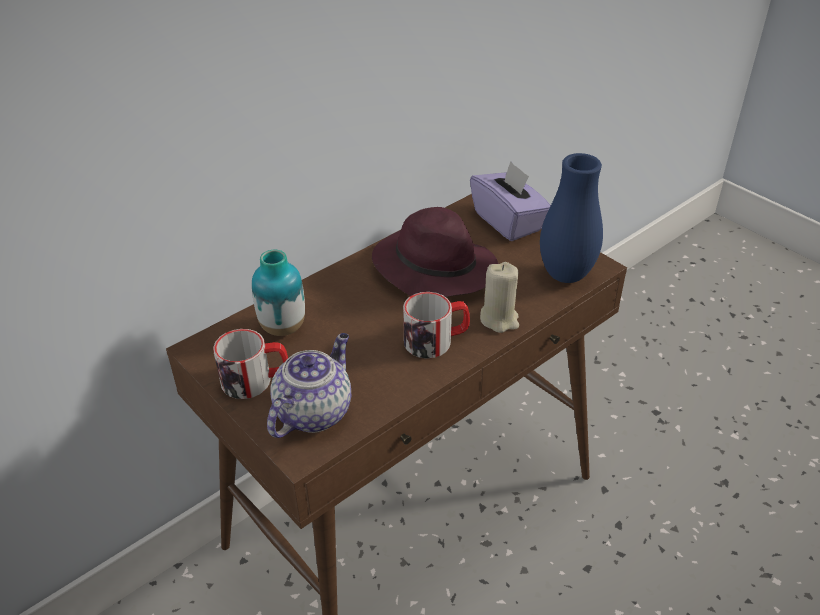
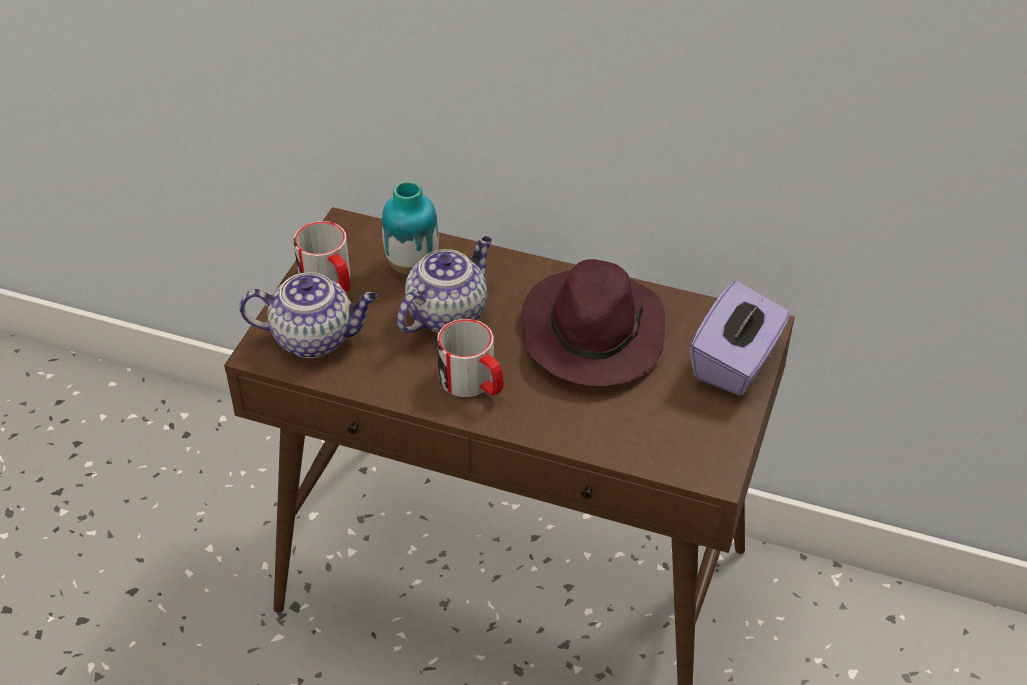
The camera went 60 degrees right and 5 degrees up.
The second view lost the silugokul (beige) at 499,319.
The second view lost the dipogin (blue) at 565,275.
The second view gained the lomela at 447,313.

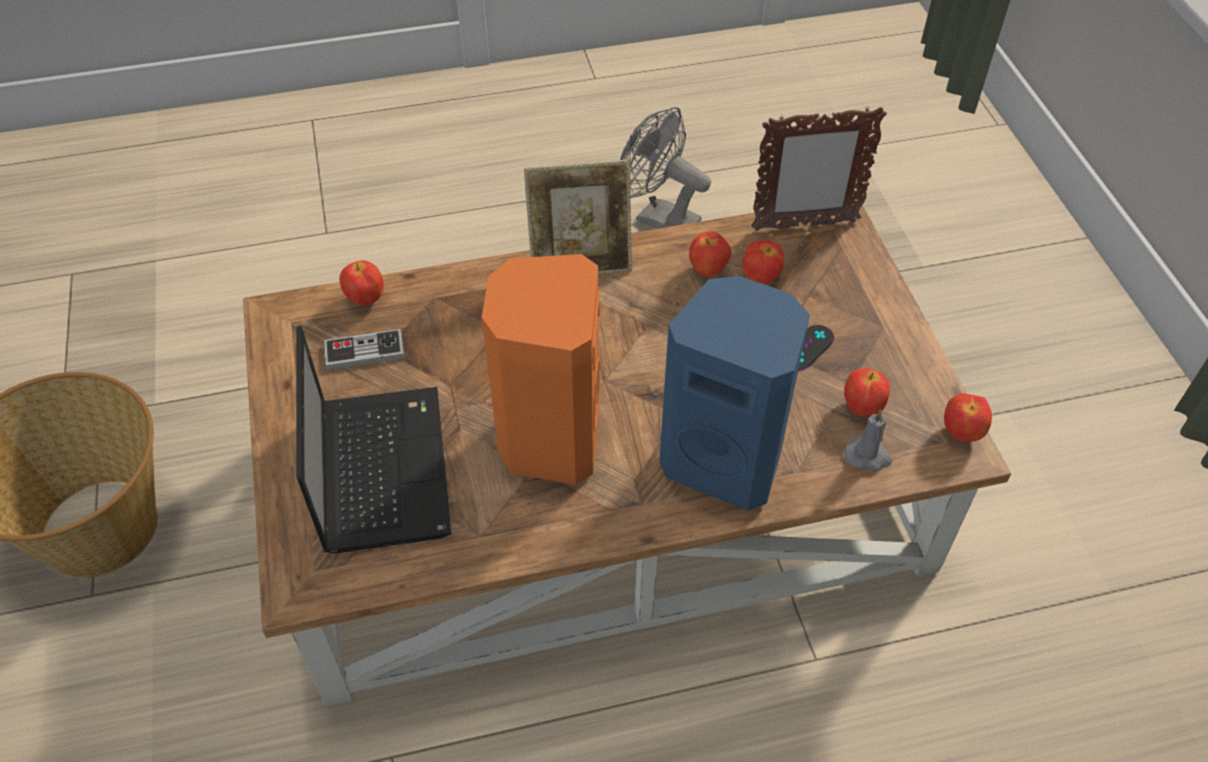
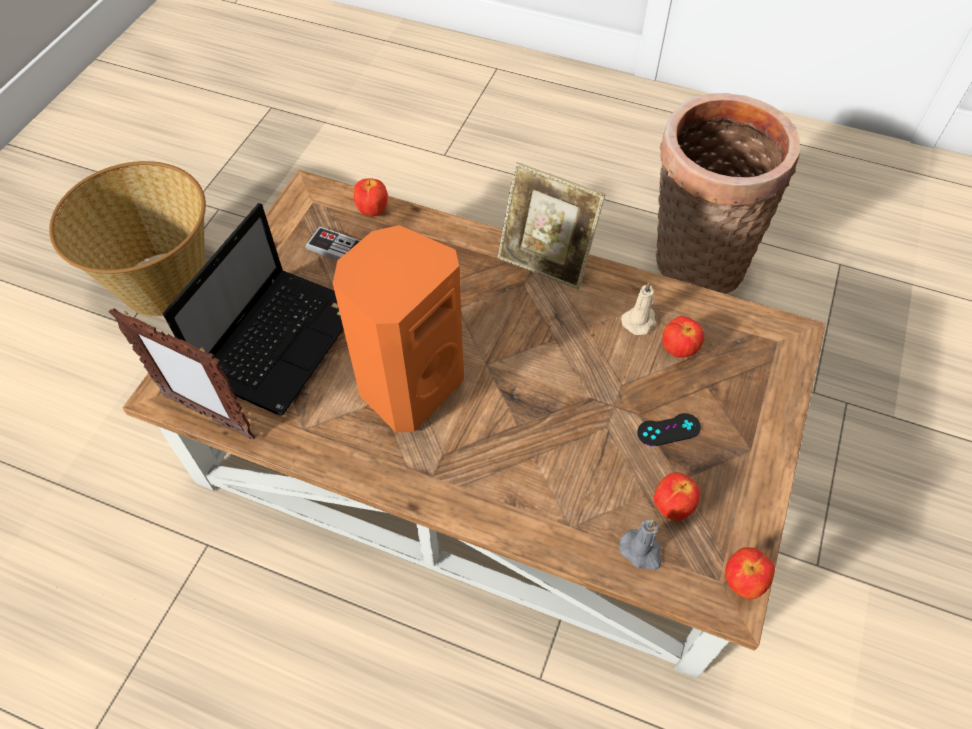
The camera went 35 degrees right and 5 degrees up.
Where the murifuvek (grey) stood at 659,218, the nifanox came to stand at 693,261.
The second view lost the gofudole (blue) at 724,460.
Where the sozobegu stood at 708,270, the silugokul (beige) came to stand at 640,321.
The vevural ended up elsewhere, having gone from 804,225 to 208,416.

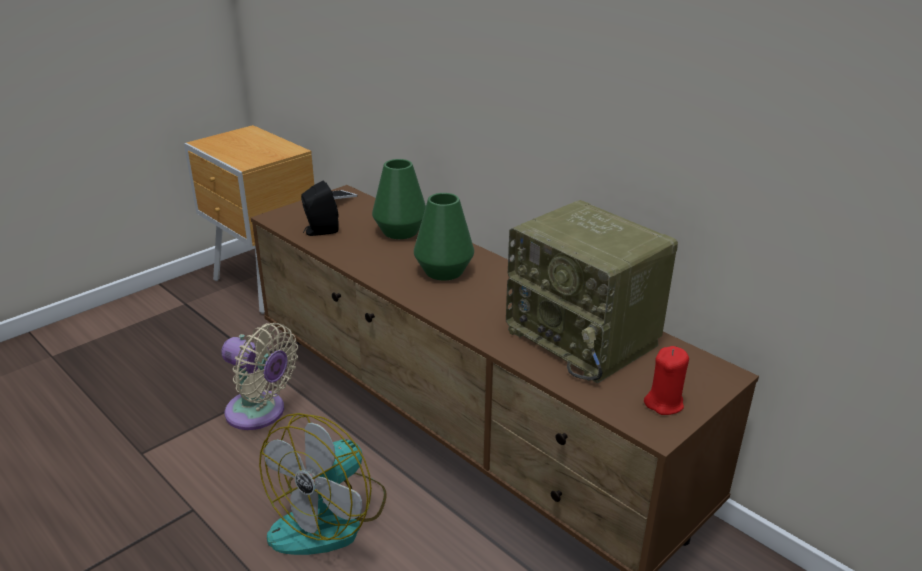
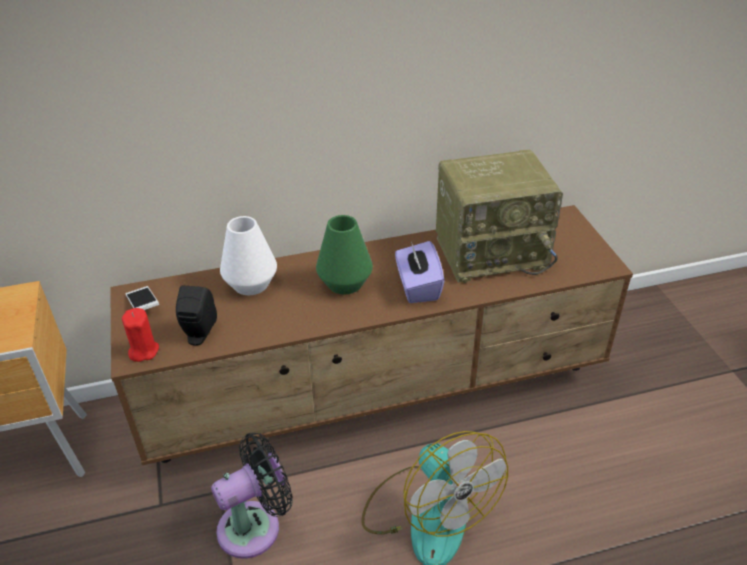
The camera went 60 degrees left and 10 degrees up.
What was the murifuvek (beige) at 260,413 turned into the murifuvek (black) at 255,526.
What was the dipogin (green) at 400,231 turned into the dipogin (white) at 251,284.
The silugokul (red) ended up elsewhere, having gone from 664,403 to 143,351.
The second view gained the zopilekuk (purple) at 417,286.

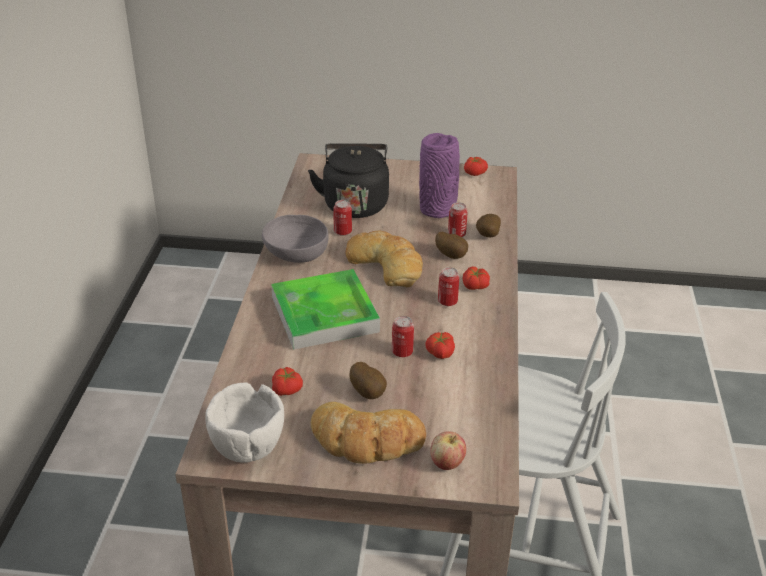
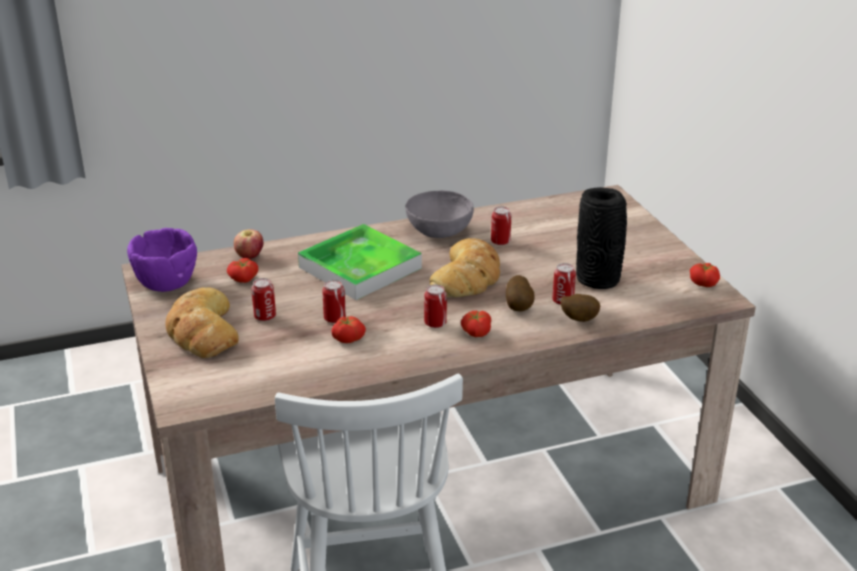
The camera went 65 degrees right and 5 degrees down.
What was the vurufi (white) at 247,446 turned into the vurufi (purple) at 165,282.
The second view lost the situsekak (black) at 355,203.
Where the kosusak stood at 368,392, the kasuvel came to stand at 265,316.
What was the dipogin (purple) at 438,209 turned into the dipogin (black) at 599,280.
The sozobegu ended up elsewhere, having gone from 447,463 to 249,256.

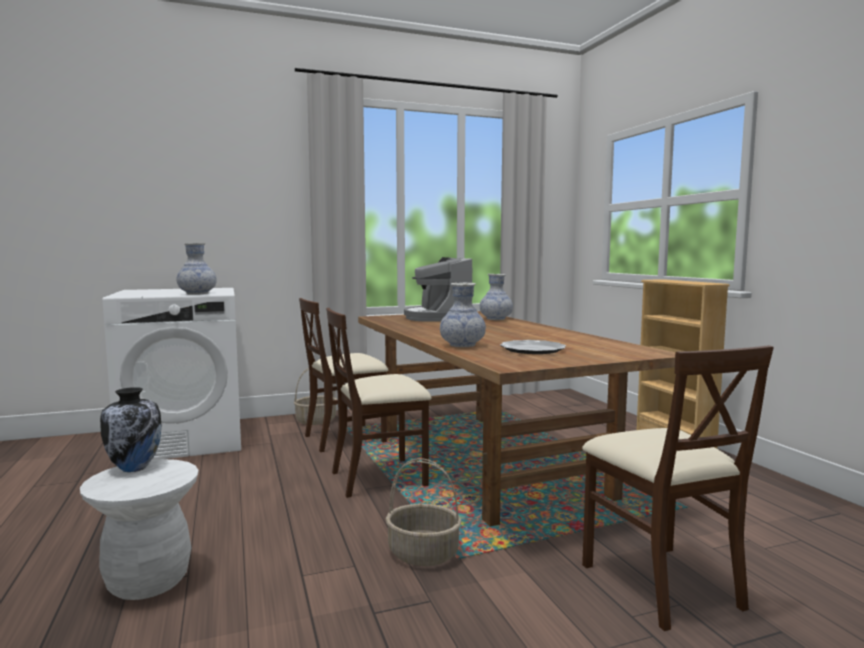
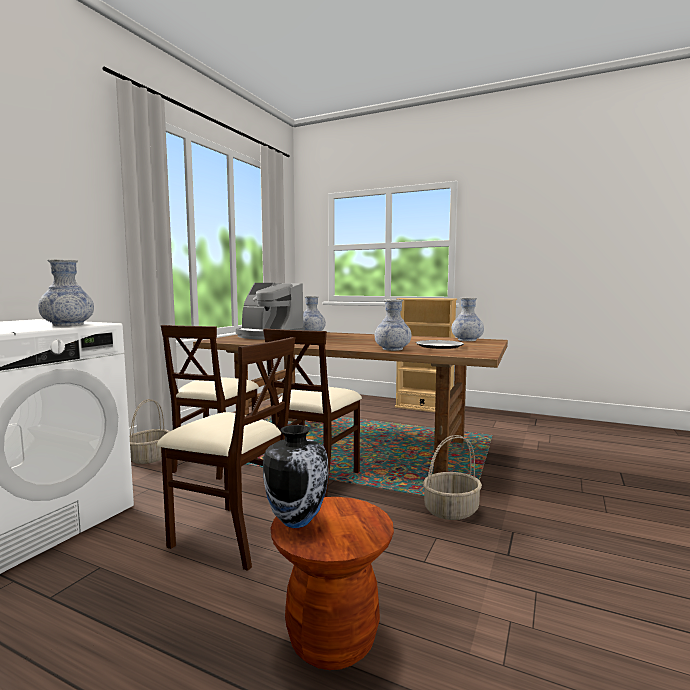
The camera went 45 degrees left and 0 degrees up.
What was the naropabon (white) at 148,581 turned into the naropabon (brown) at 332,640.
The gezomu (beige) ended up elsewhere, having gone from 660,583 to 233,536.
The second view gained the dipogin at 467,340.

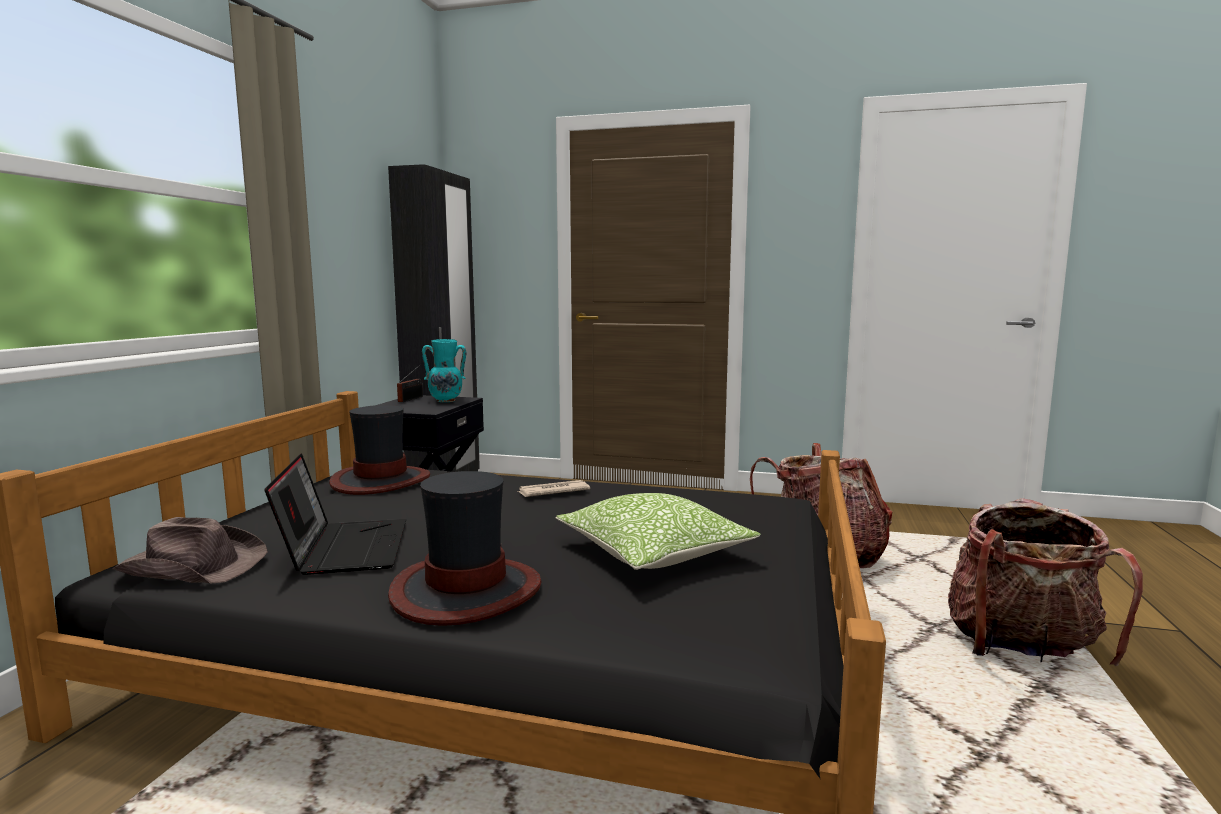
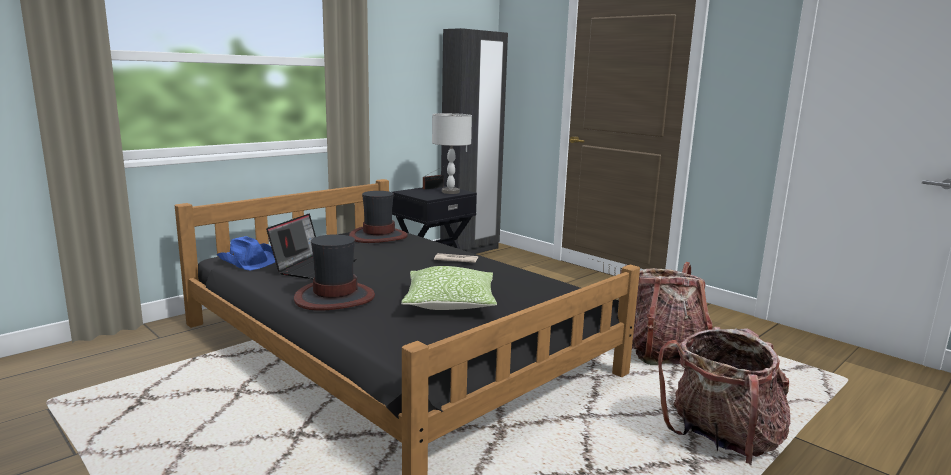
The camera went 30 degrees right and 5 degrees up.
What was the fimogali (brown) at 192,565 turned into the fimogali (blue) at 248,261.
Where the dipogin (turquoise) stood at 446,401, the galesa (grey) came to stand at 450,192.

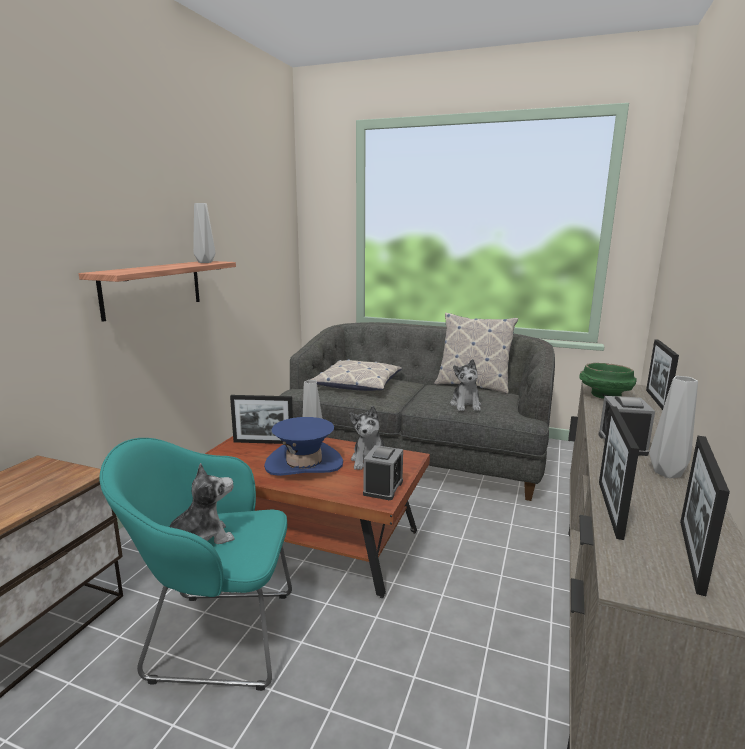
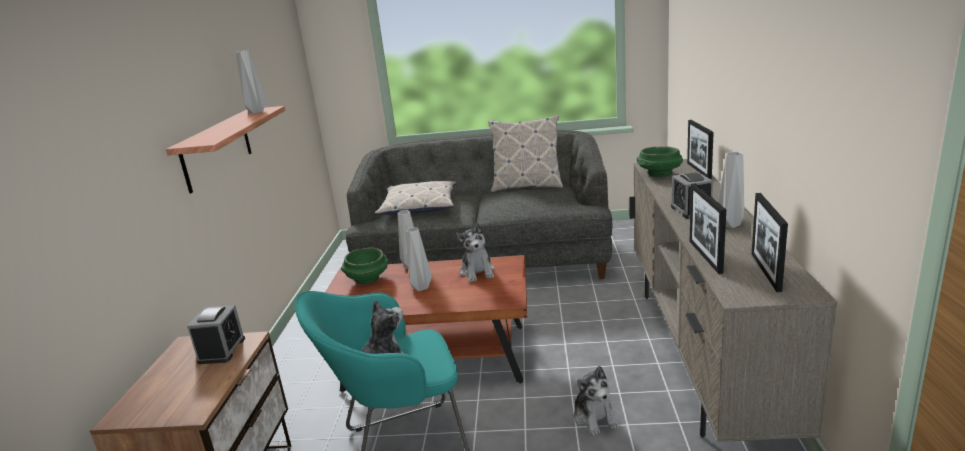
The camera went 15 degrees left and 5 degrees up.
Where the vevural stood at 263,442, the vurufi (green) came to stand at 368,279.
Where the fimogali (blue) stood at 304,463, the dipogin (grey) came to stand at 421,288.
The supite ended up elsewhere, having gone from 383,488 to 222,350.
The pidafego ended up elsewhere, having gone from 466,405 to 595,418.

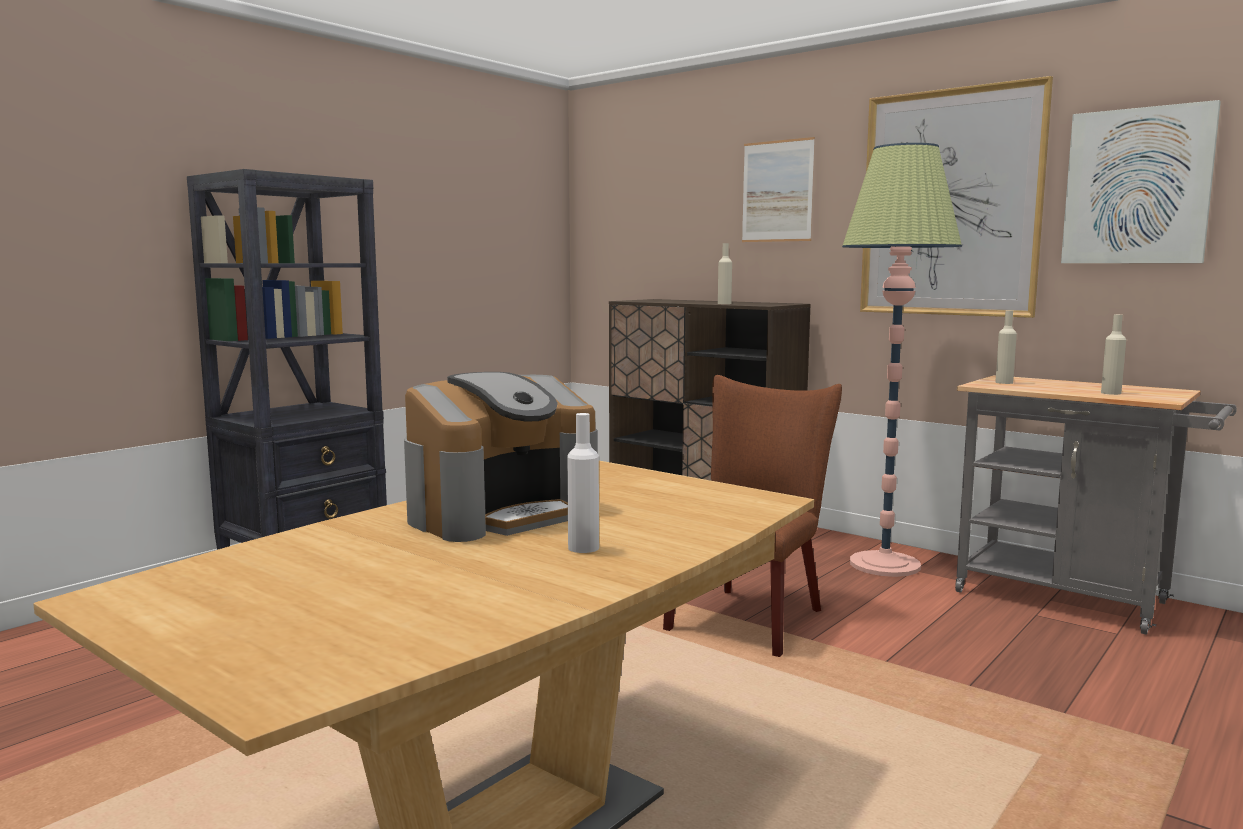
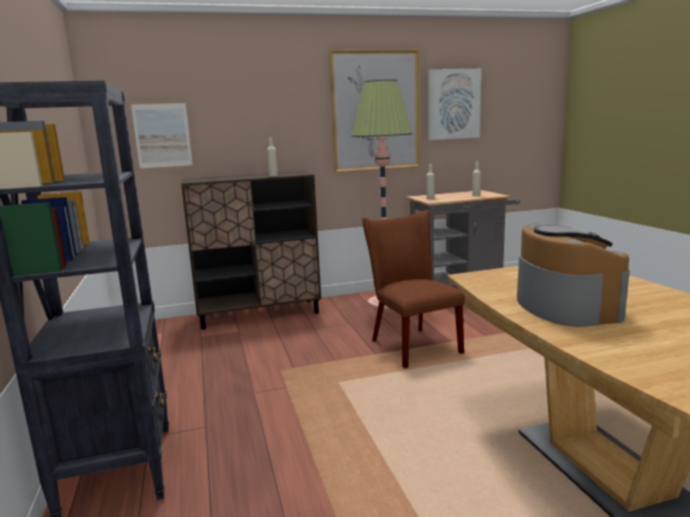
The camera went 55 degrees left and 5 degrees up.
The second view lost the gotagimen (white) at 583,548.
The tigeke ended up elsewhere, having gone from 777,191 to 162,135.

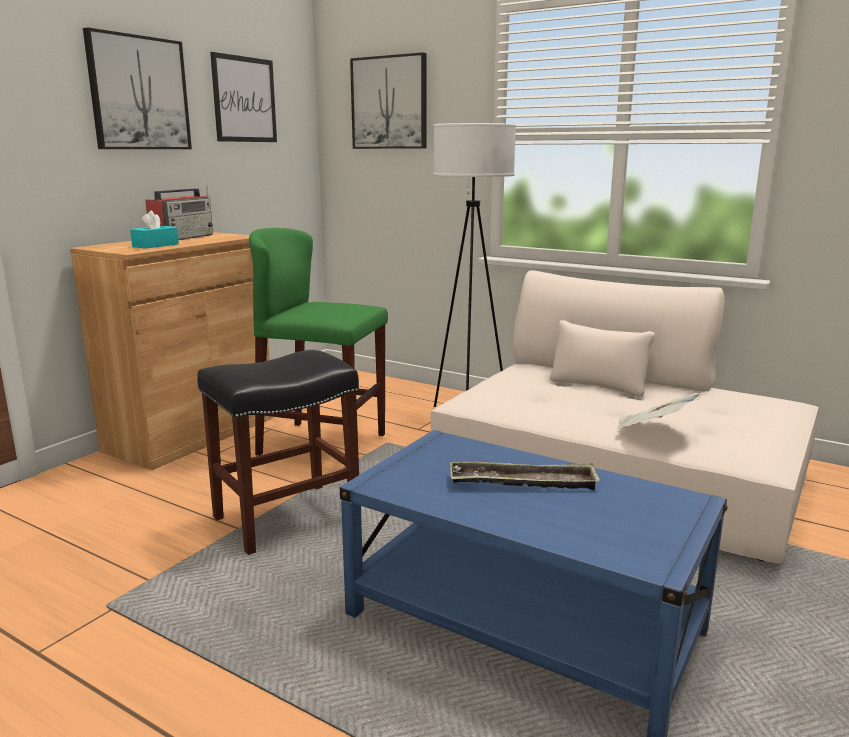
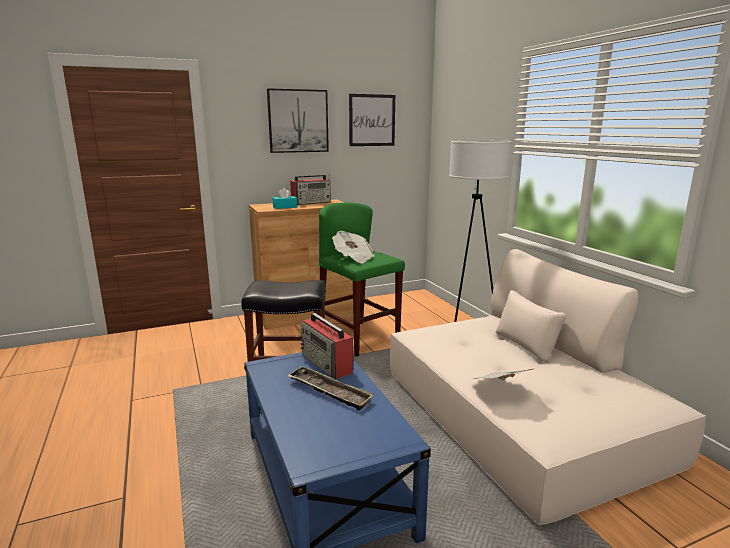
The camera went 35 degrees right and 0 degrees up.
The second view lost the tigeke at 389,103.
The second view gained the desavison at 327,363.
The second view gained the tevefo at 353,258.

